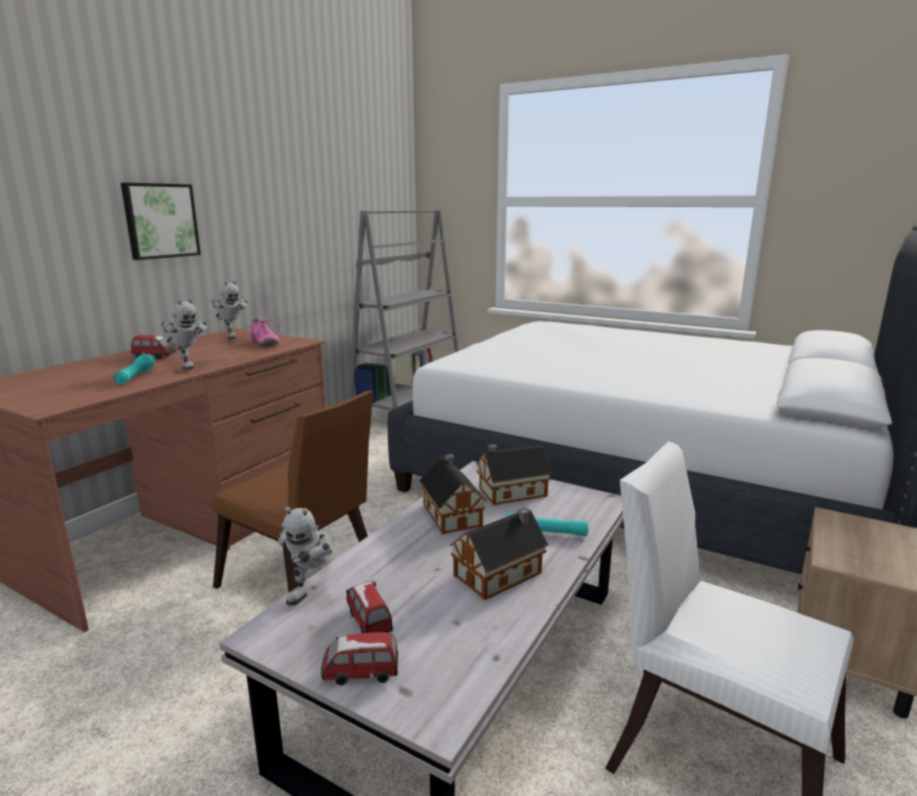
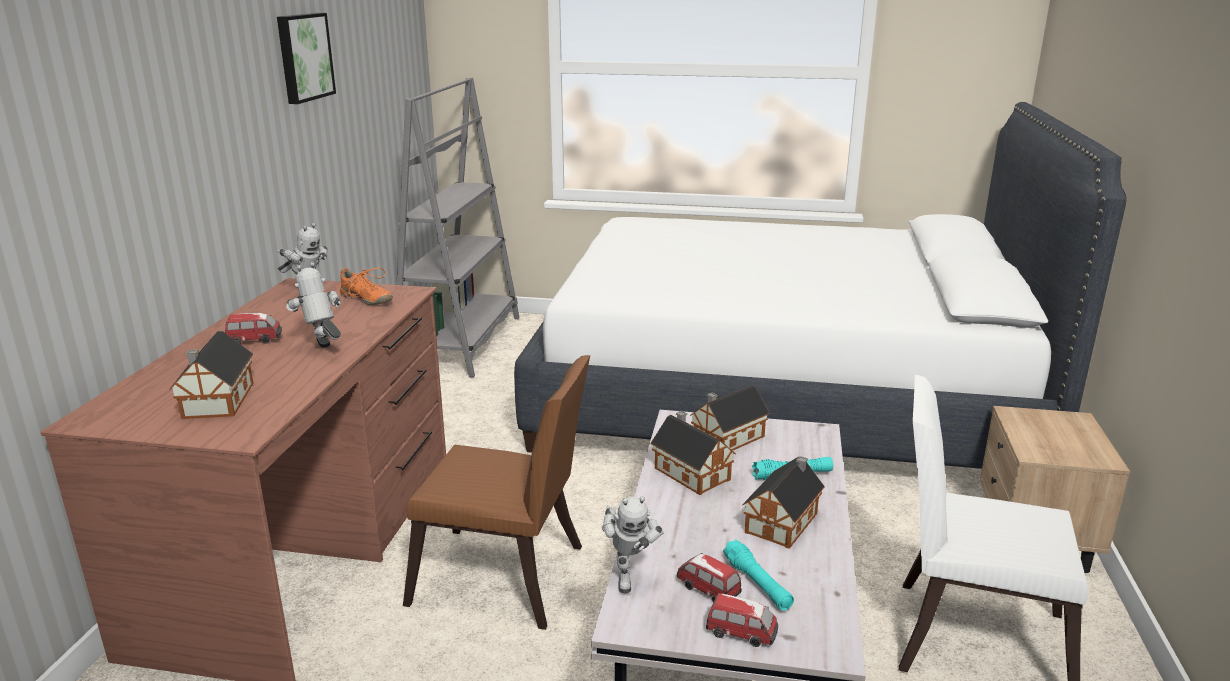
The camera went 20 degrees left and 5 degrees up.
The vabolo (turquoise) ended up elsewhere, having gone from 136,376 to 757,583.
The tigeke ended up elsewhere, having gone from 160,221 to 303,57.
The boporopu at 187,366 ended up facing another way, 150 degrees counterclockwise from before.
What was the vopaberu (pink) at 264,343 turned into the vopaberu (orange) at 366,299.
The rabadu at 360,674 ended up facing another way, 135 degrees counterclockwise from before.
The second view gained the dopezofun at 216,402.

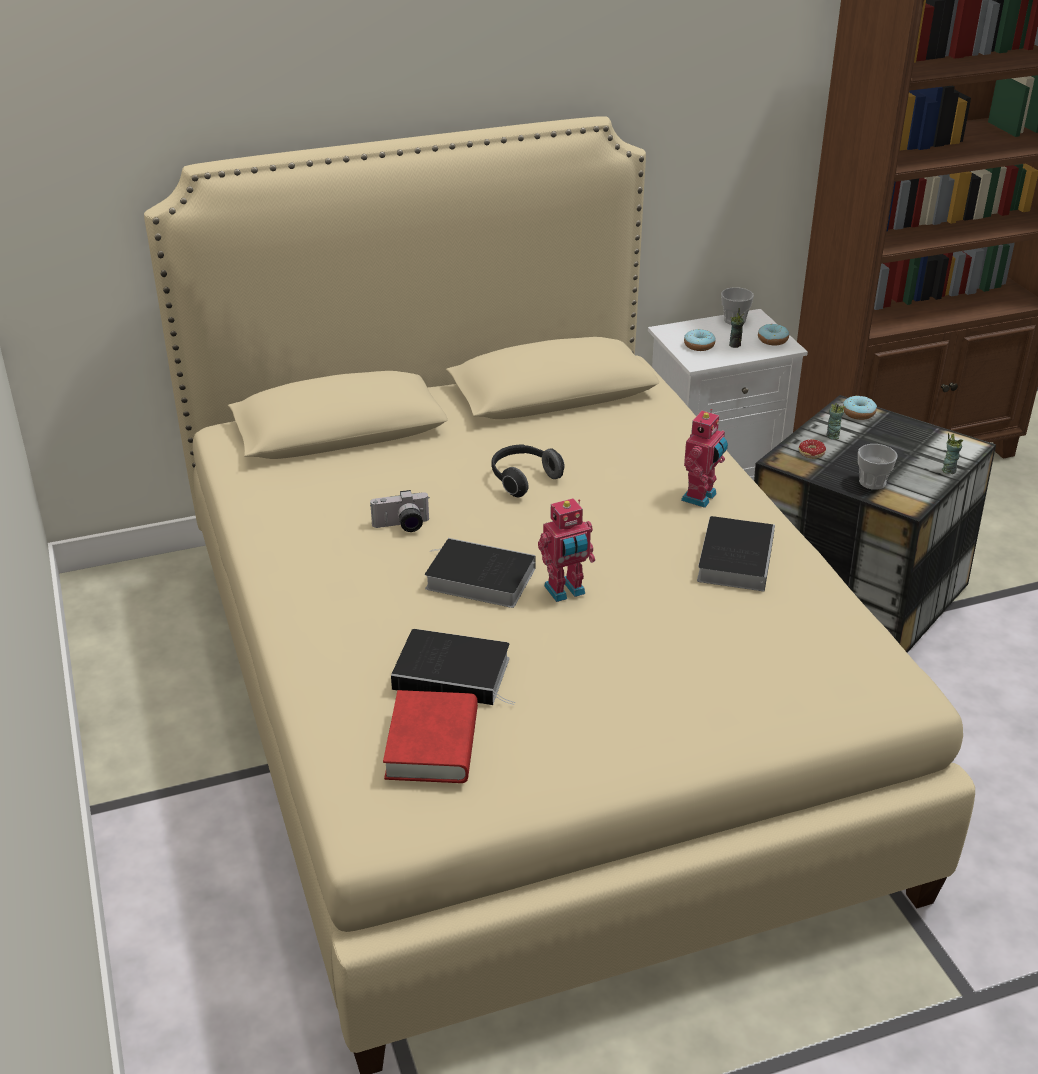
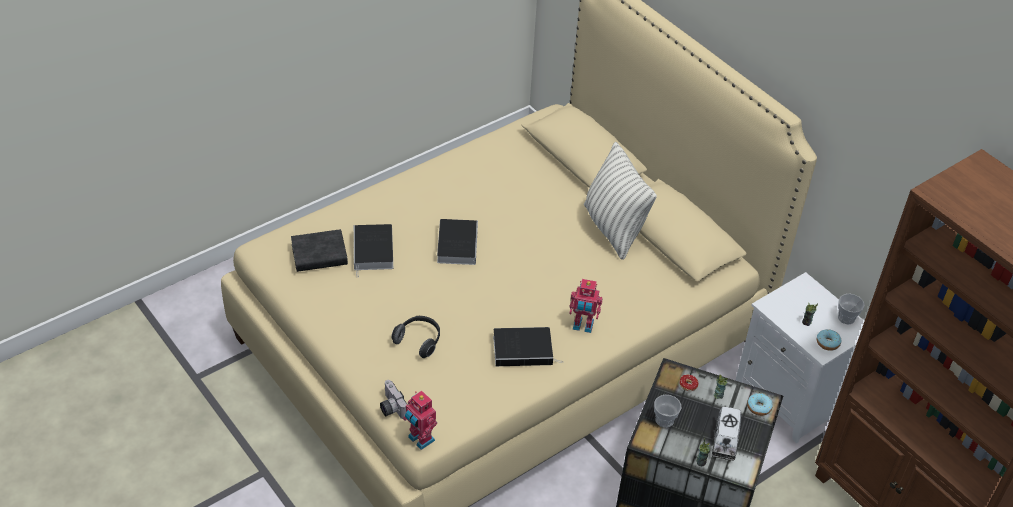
The camera went 70 degrees right and 10 degrees up.
The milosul ended up elsewhere, having gone from 402,526 to 390,407.
What was the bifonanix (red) at 432,744 turned into the bifonanix (black) at 319,255.
The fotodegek ended up elsewhere, having gone from 523,479 to 419,341.
The boporopu ended up elsewhere, having gone from 566,591 to 420,439.
The second view lost the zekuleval at 699,345.
The second view gained the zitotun at 613,229.
The second view gained the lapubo at 725,439.

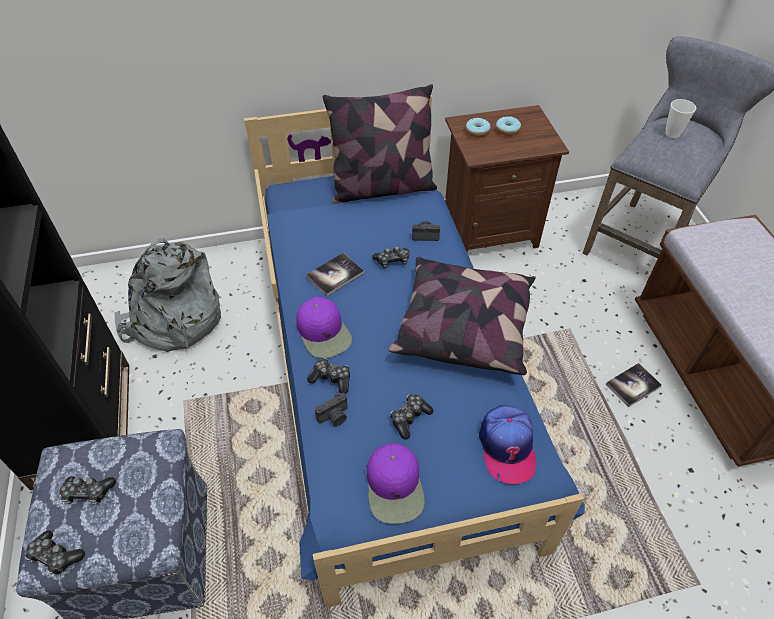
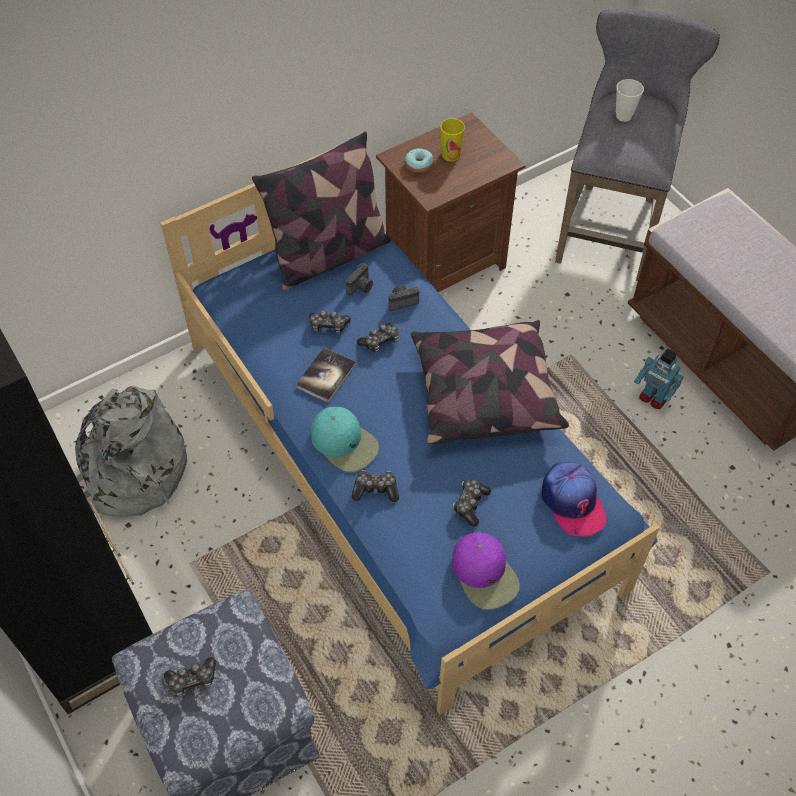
The camera went 20 degrees left and 5 degrees up.
The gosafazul ended up elsewhere, having gone from 56,556 to 328,326.
What was the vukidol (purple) at 324,332 turned into the vukidol (turquoise) at 345,443.
The milosul ended up elsewhere, having gone from 334,417 to 361,287.
Where the zekuleval stood at 507,130, the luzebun came to stand at 451,155.
Where the bifonanix stood at 633,385, the boporopu came to stand at 653,398.

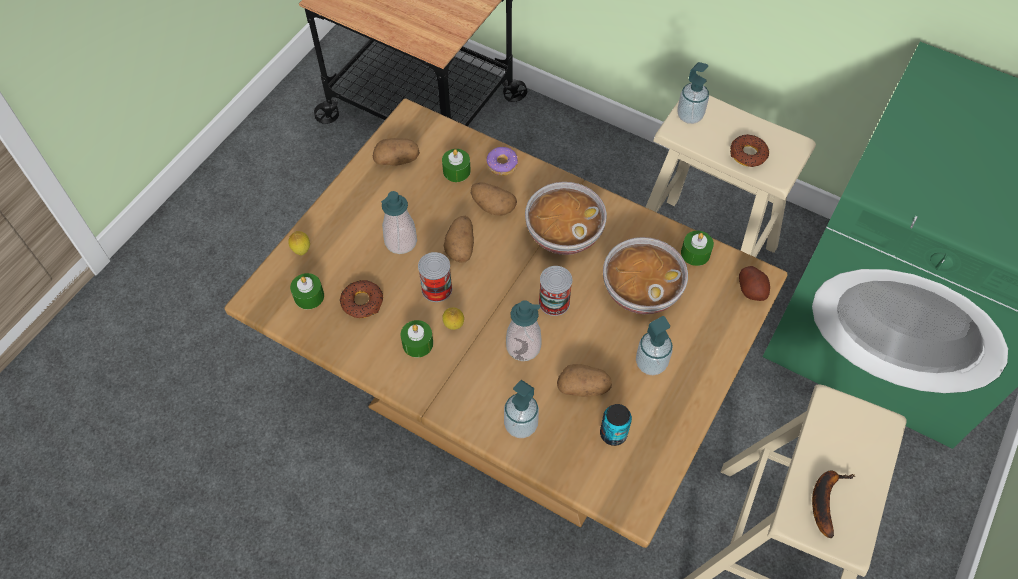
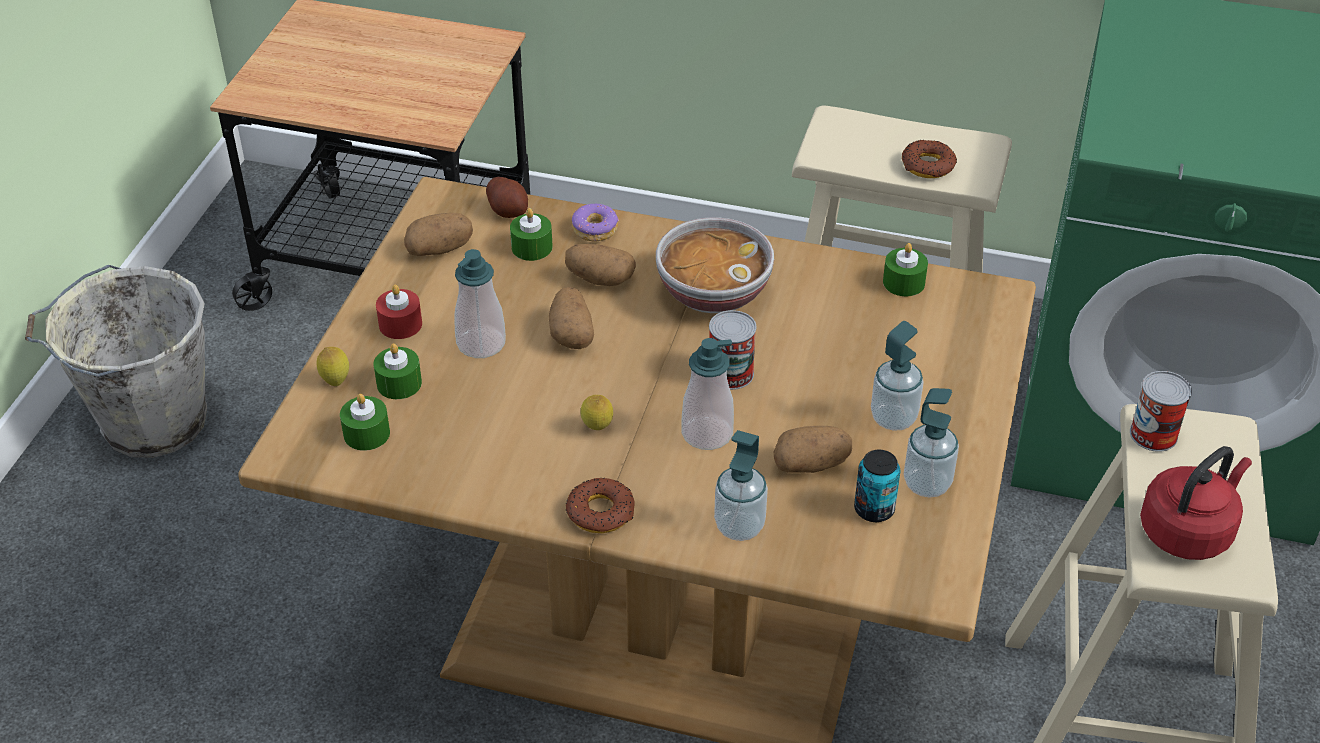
The camera went 15 degrees left and 15 degrees down.
The zekuleval ended up elsewhere, having gone from 362,302 to 601,512.
The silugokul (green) ended up elsewhere, having gone from 417,343 to 399,383.
The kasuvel ended up elsewhere, having gone from 436,288 to 1153,434.
The second view lost the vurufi at 640,290.
The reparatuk ended up elsewhere, having gone from 689,116 to 927,483.
The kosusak ended up elsewhere, having gone from 752,290 to 508,210.
Where the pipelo stood at 825,499, the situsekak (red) came to stand at 1188,530.
The second view gained the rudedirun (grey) at 149,422.
The second view gained the silugokul (red) at 400,324.

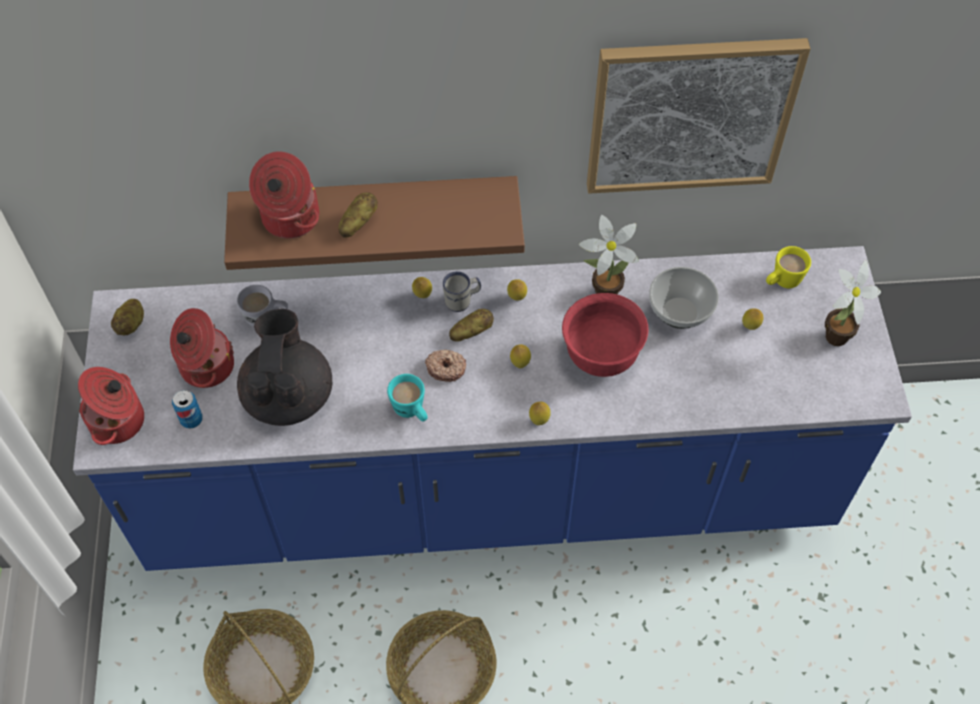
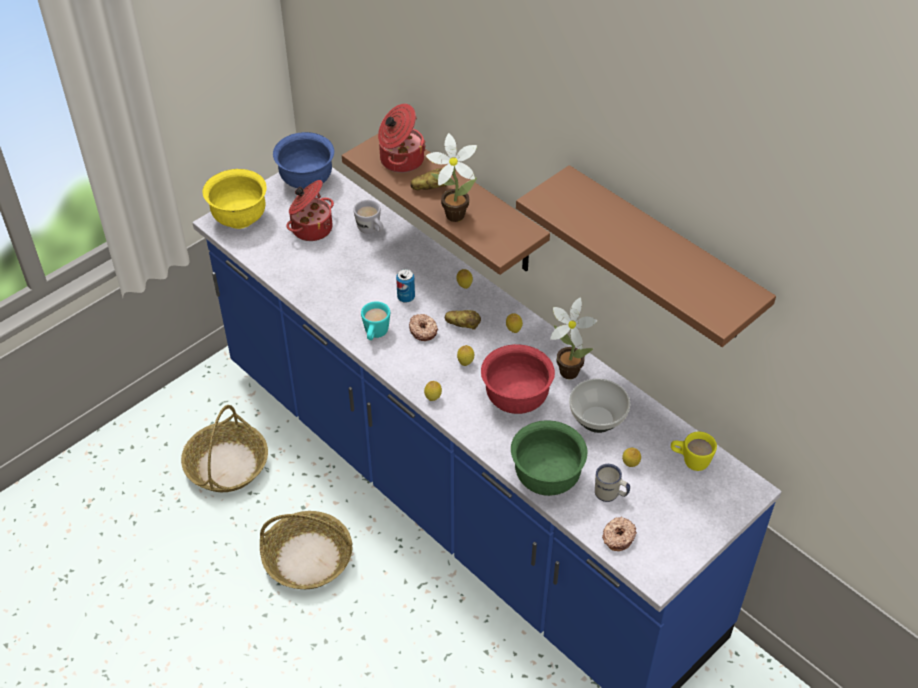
The camera went 50 degrees right and 10 degrees down.
Where the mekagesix stood at 119,421, the vurufi (yellow) came to stand at 240,218.
Where the kosusak stood at 132,324, the vurufi (blue) came to stand at 306,181.
The kasuvel ended up elsewhere, having gone from 191,419 to 406,297.
The second view lost the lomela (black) at 288,395.
The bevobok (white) ended up elsewhere, having gone from 462,300 to 610,495.
Where the tigeke hung at 690,115, the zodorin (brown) came to hang at 662,256.
The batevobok ended up elsewhere, having gone from 832,338 to 451,214.
The second view gained the vurufi (green) at 546,478.
The second view gained the zekuleval at 618,537.

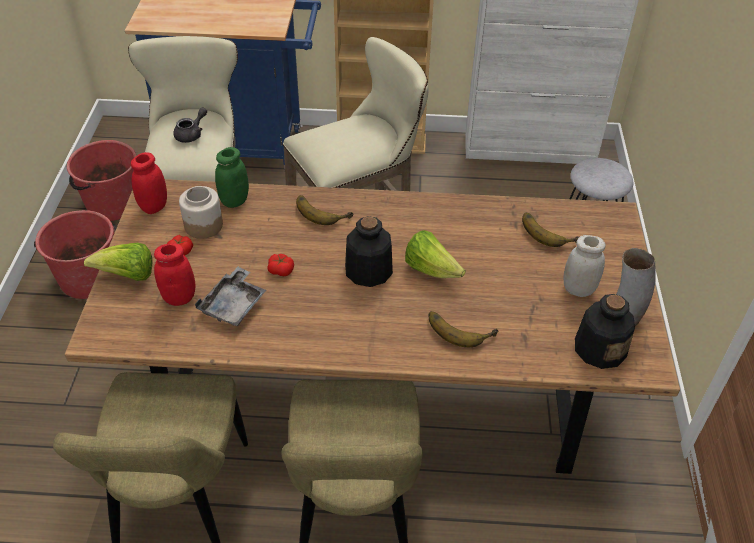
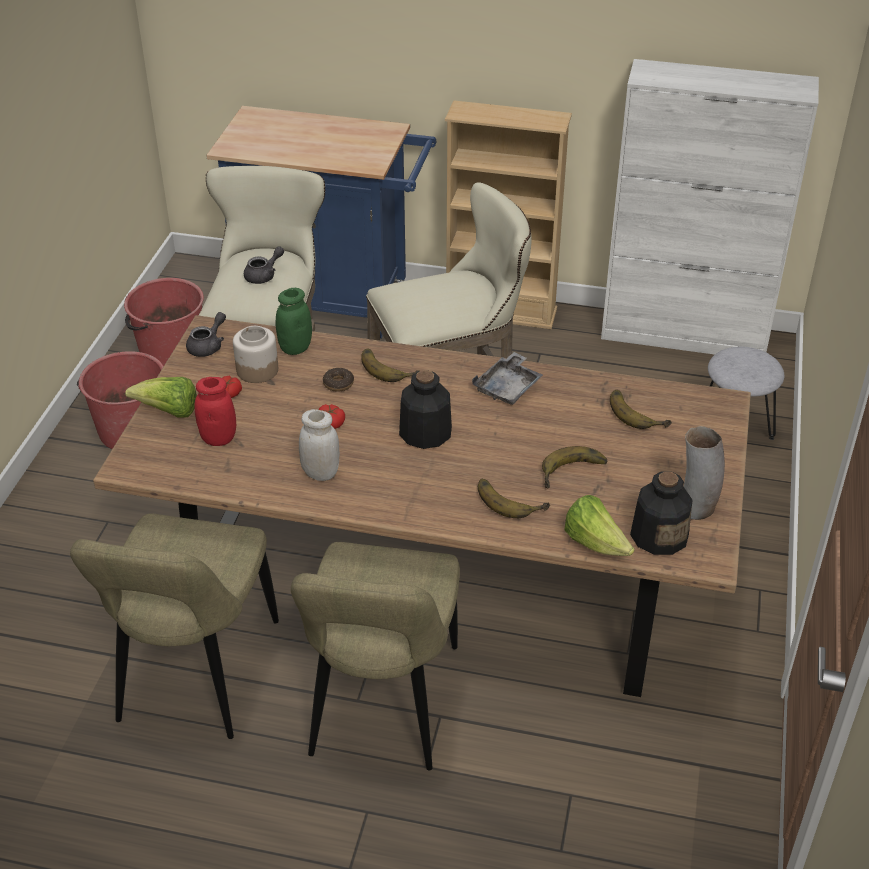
The camera went 10 degrees right and 5 degrees down.
Where the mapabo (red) stood at 154,206, the lomela (grey) came to stand at 208,346.
The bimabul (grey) ended up elsewhere, having gone from 234,305 to 508,387.
The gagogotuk ended up elsewhere, having gone from 431,269 to 595,543.
The mapabo (white) ended up elsewhere, having gone from 578,289 to 320,473.
The second view gained the zekuleval at 338,383.
The second view gained the pipelo at 574,473.

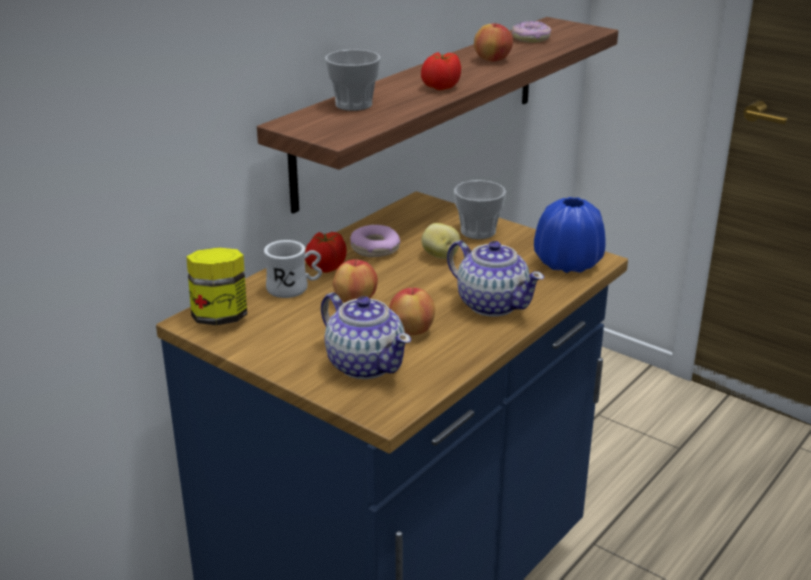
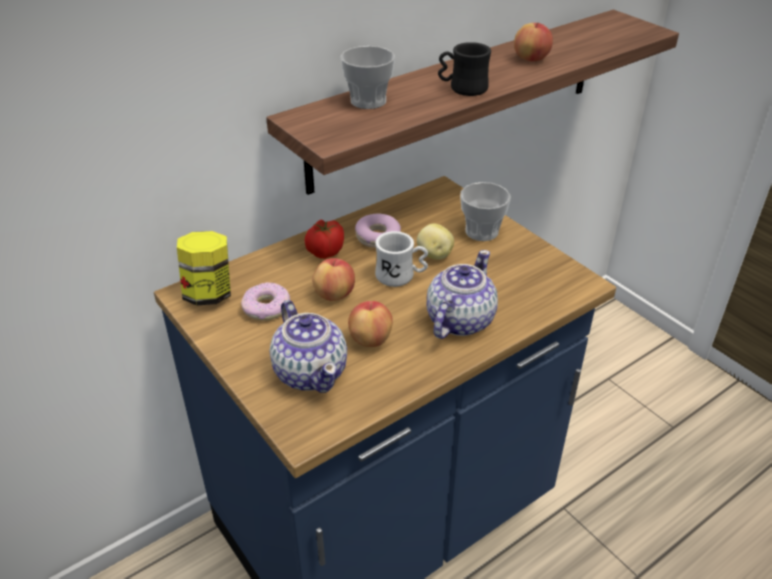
The camera went 15 degrees right and 10 degrees up.
The bevobok (white) ended up elsewhere, having gone from 294,288 to 401,276.
Where the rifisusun stood at 440,87, the bevobok (black) came to stand at 462,88.
The lomela at 492,304 ended up facing another way, 120 degrees counterclockwise from before.
The zekuleval ended up elsewhere, having gone from 531,38 to 267,308.
The second view lost the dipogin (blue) at 567,263.

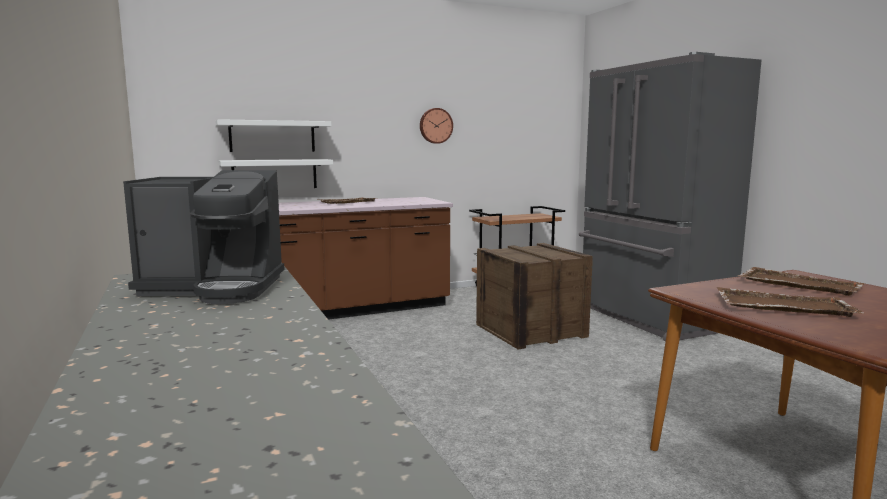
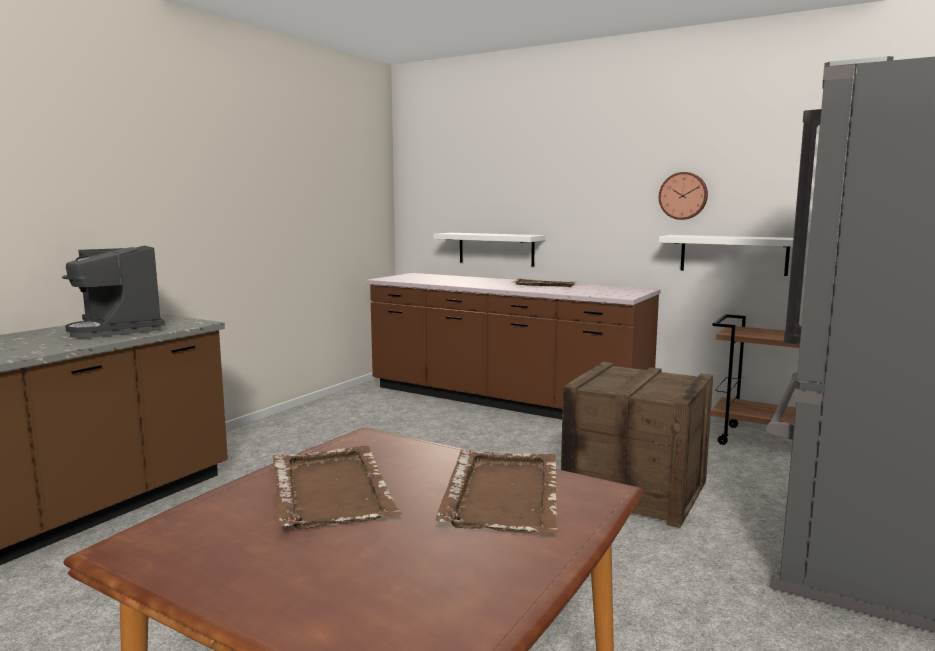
The camera went 55 degrees right and 0 degrees up.
The zodorin (white) ended up elsewhere, having gone from 272,136 to 733,254.

